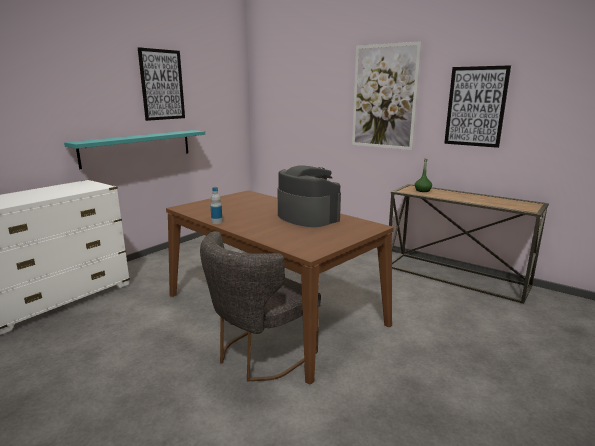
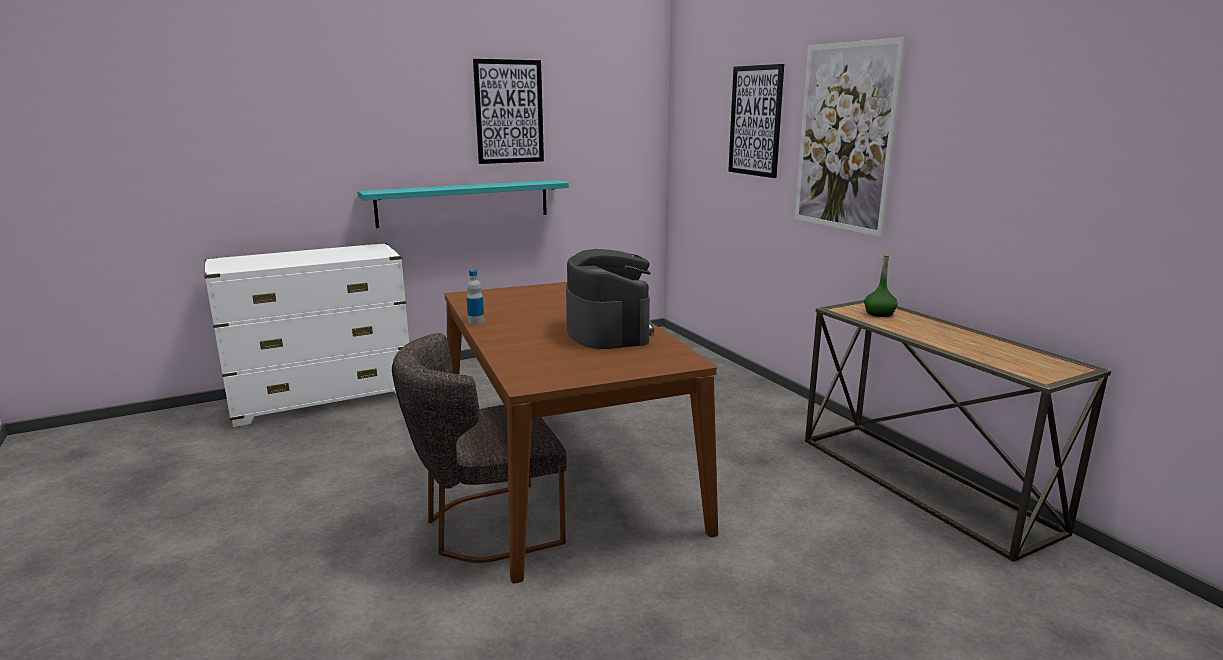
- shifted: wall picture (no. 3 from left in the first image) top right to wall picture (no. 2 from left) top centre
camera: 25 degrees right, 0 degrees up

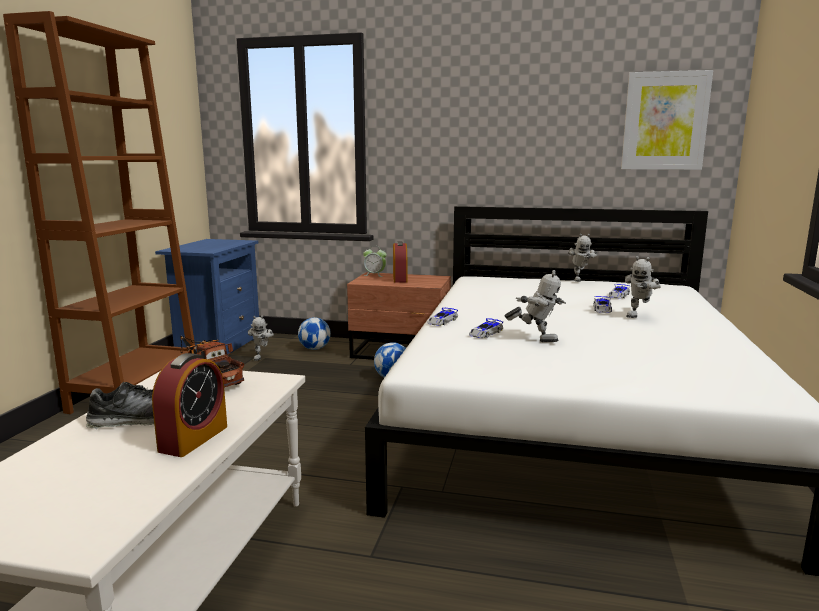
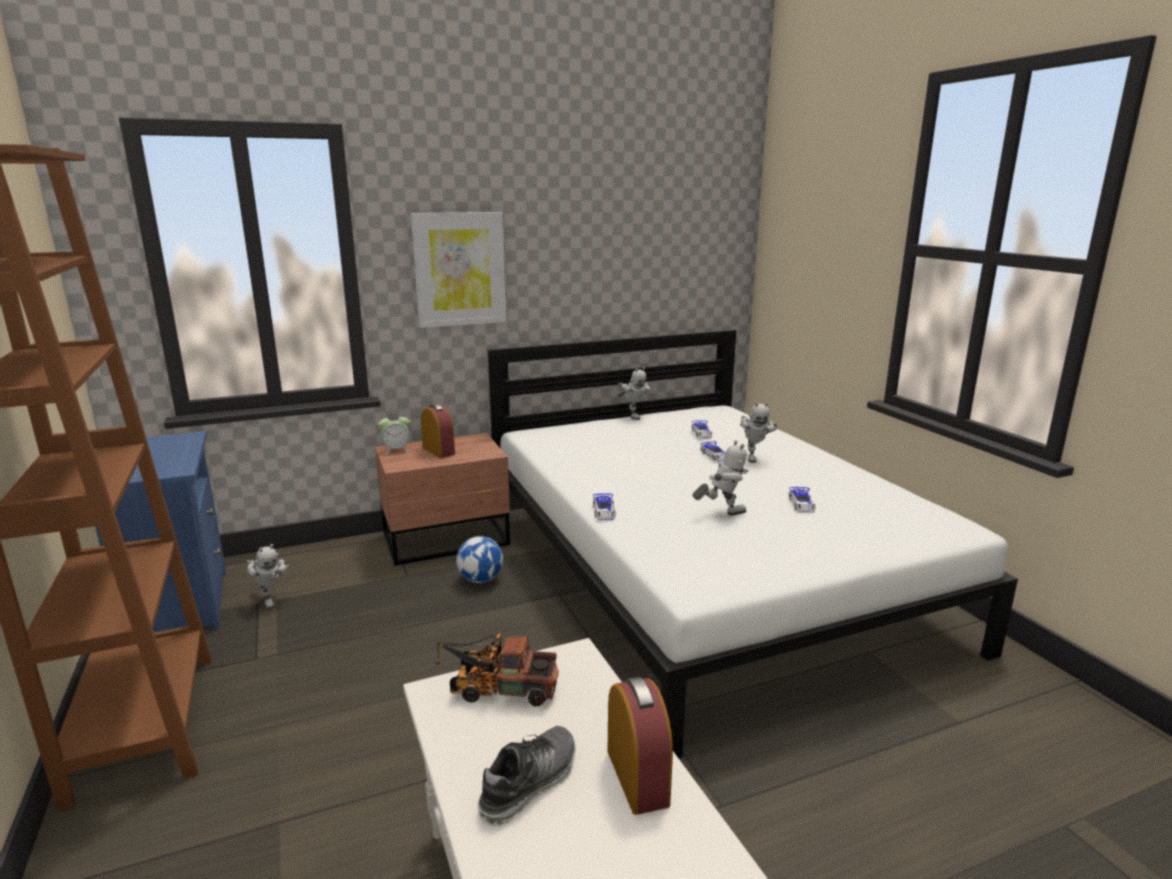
- gone: football (no. 1 from left) centre
- shifted: miniature car (no. 2 from left in the first image) centre to miniature car (no. 4 from left) middle right
- shifted: wall picture top right to top centre
camera: 35 degrees left, 5 degrees up

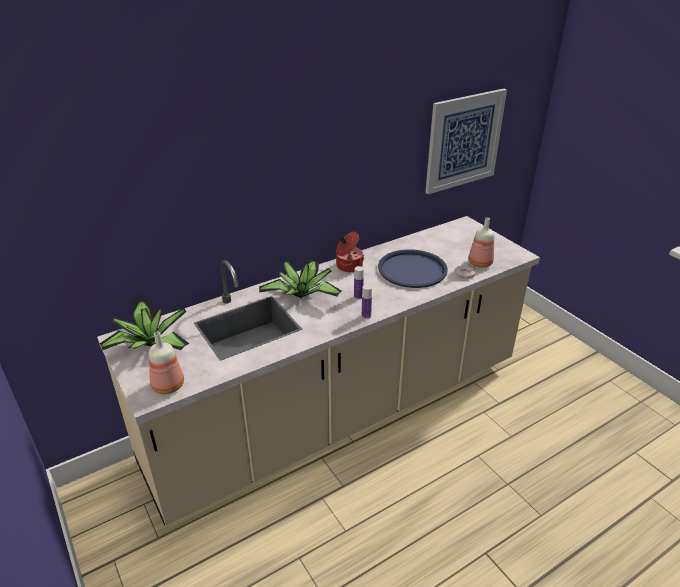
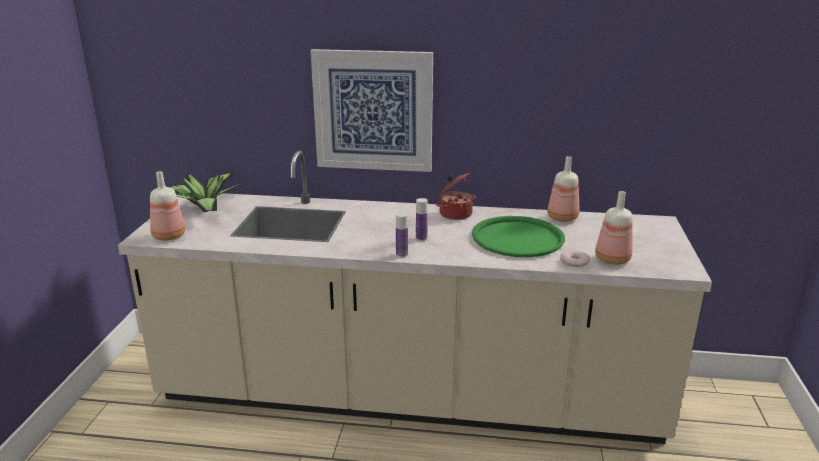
- gone: houseplant (no. 2 from left) centre
- new: beverage bottle (no. 4 from left) middle right
- shifted: wall picture top right to top centre
- repainted: bluish carrying tray centre to greenish carrying tray centre
camera: 40 degrees right, 10 degrees down

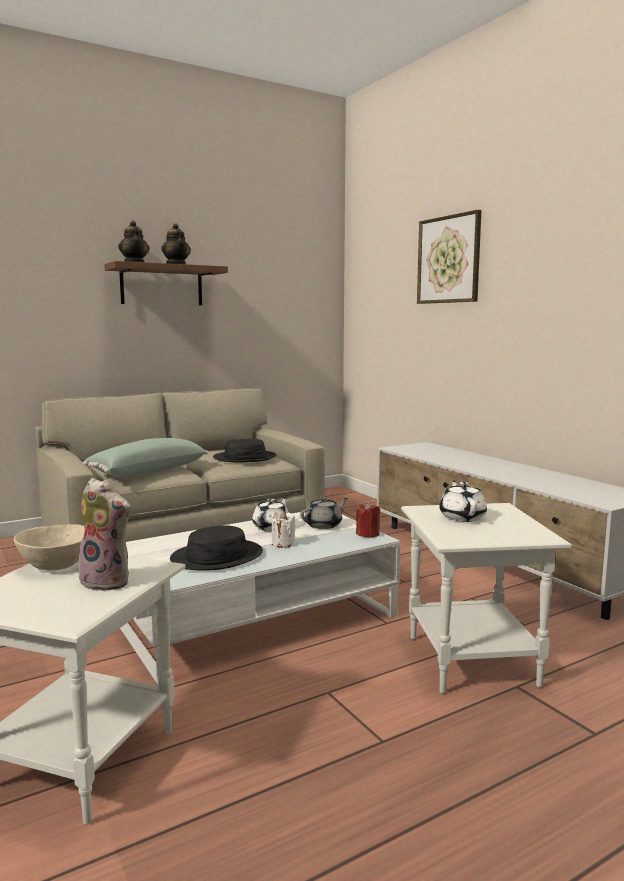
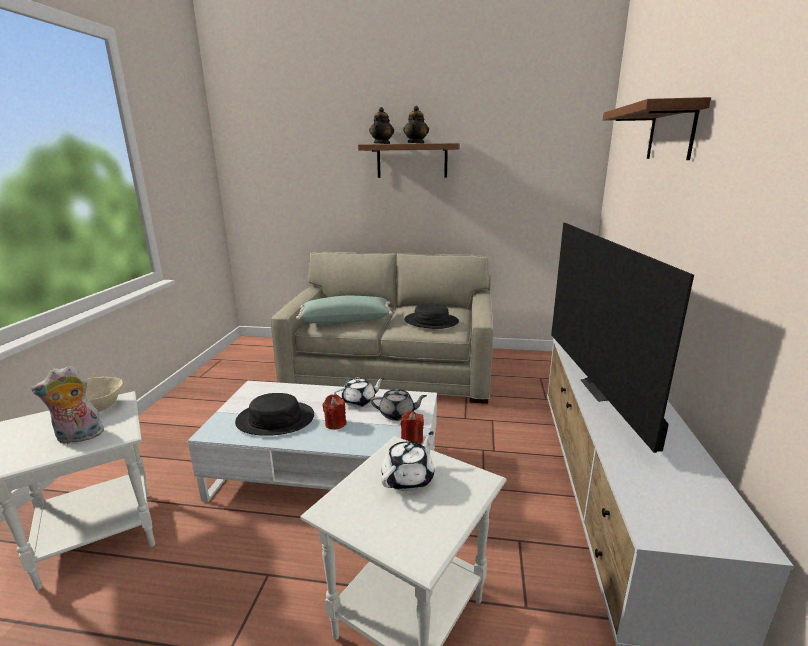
- new: TV middle right
- swapped: wall picture top right to brown bracket shelf (no. 2 from left) top right
- repainted: white wax candle centre to red wax candle (no. 1 from left) centre
- rotated: cuddly toy middle left = middle left 90 degrees clockwise
camera: 40 degrees right, 10 degrees up

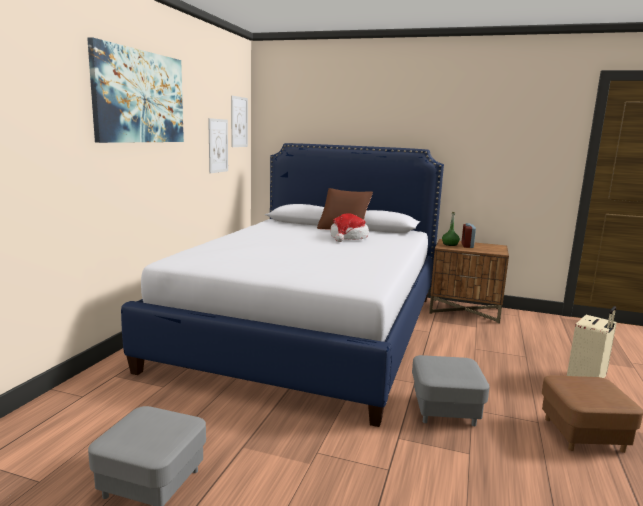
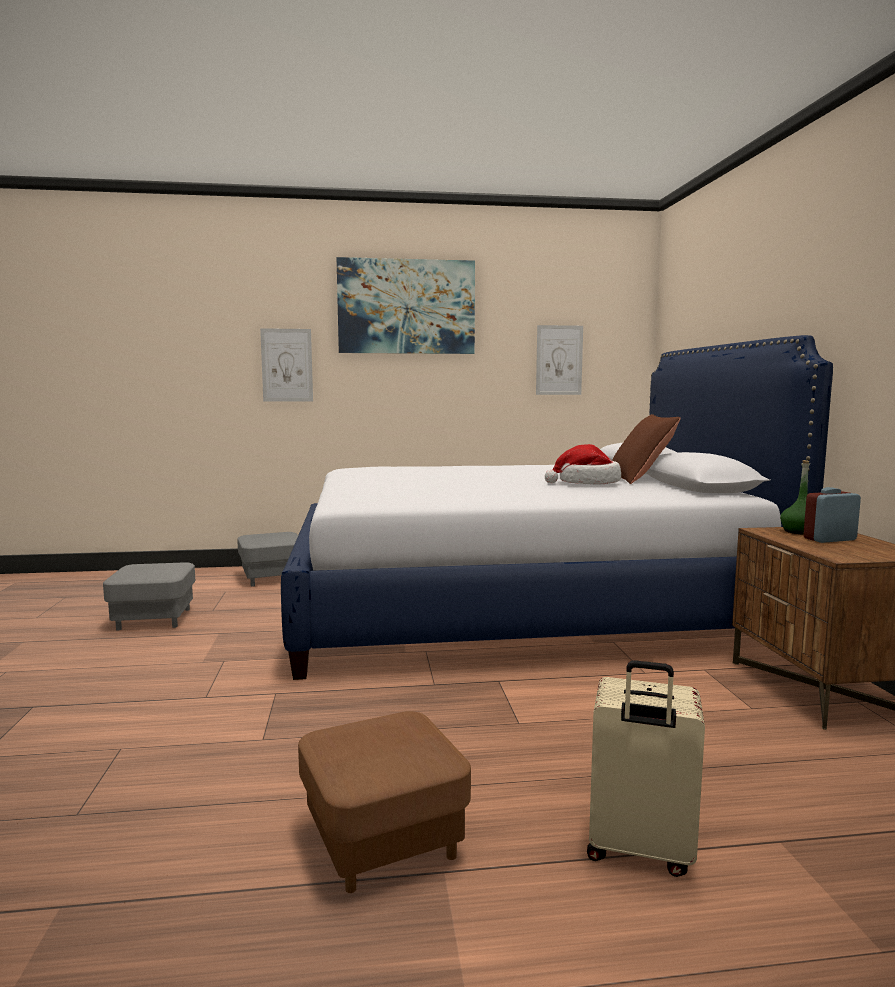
- shifted: wall picture (no. 3 from left in the first image) top centre to wall picture (no. 1 from left) middle left
- shifted: greyish footrest (no. 2 from left) bottom right to middle left
camera: 65 degrees right, 5 degrees down

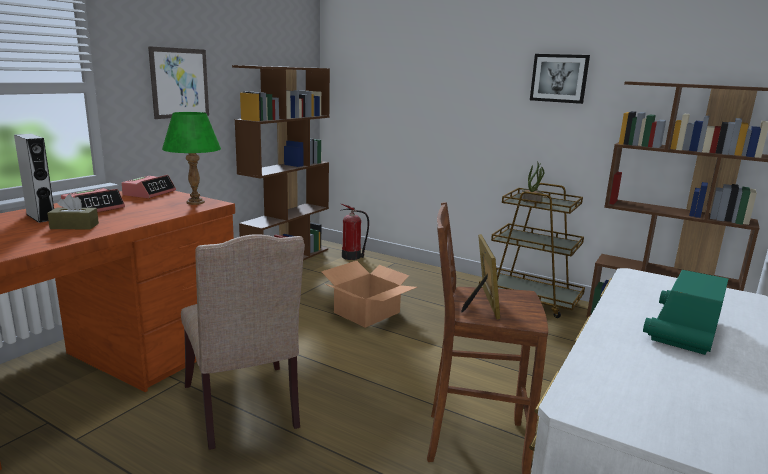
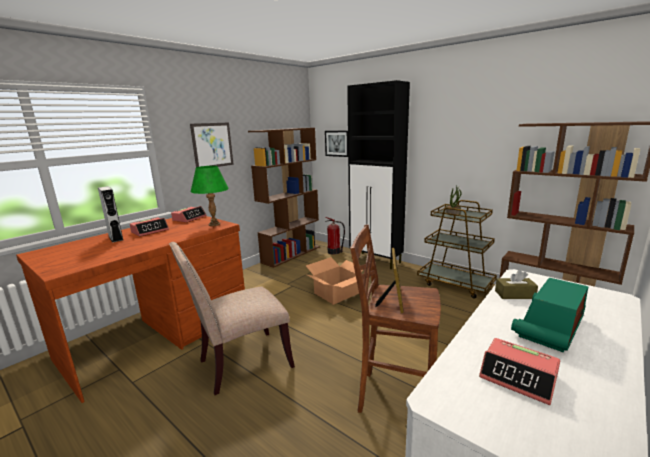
- new: blackish storage cabinet centre
- new: alarm clock (no. 3 from left) bottom right
- shifted: brown box of tissues middle left to middle right
- shifted: wall picture (no. 2 from left) top right to top centre
- rotated: beige upright chair bottom left = bottom centre 75 degrees clockwise
camera: 10 degrees right, 0 degrees up

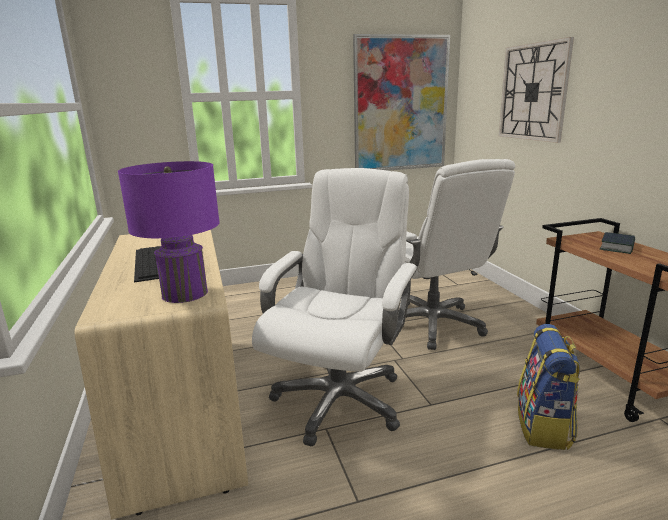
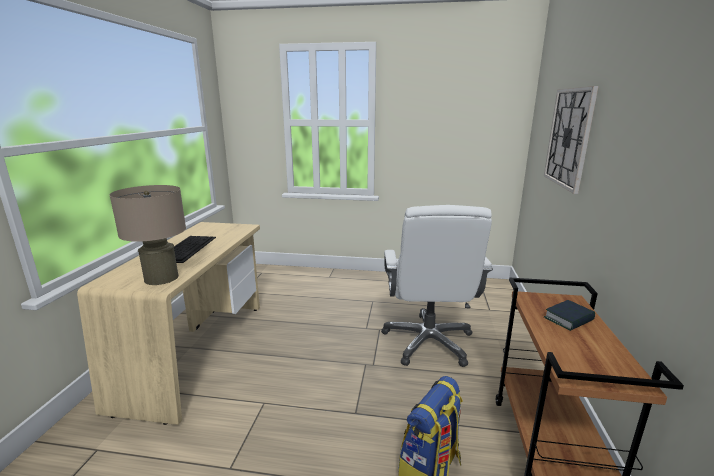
- gone: white computer chair (no. 1 from left) centre
- gone: wall picture top centre
- repainted: purplish table lamp middle left to beige table lamp middle left
camera: 25 degrees right, 0 degrees up

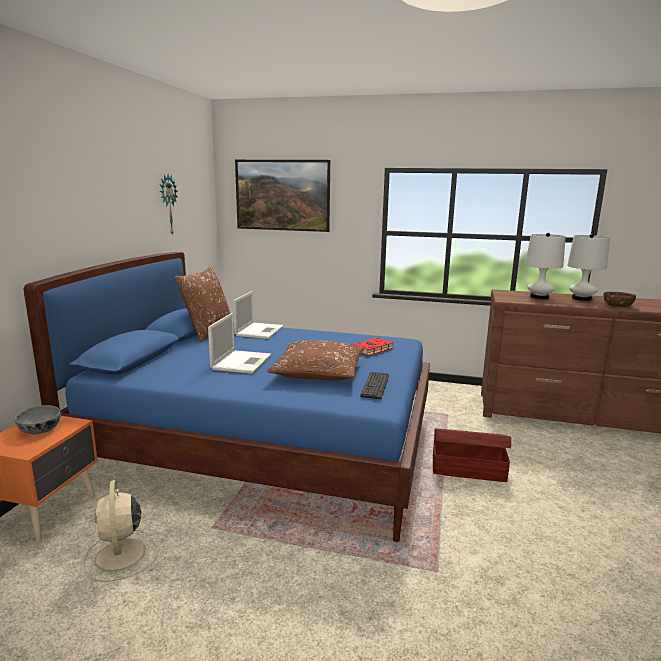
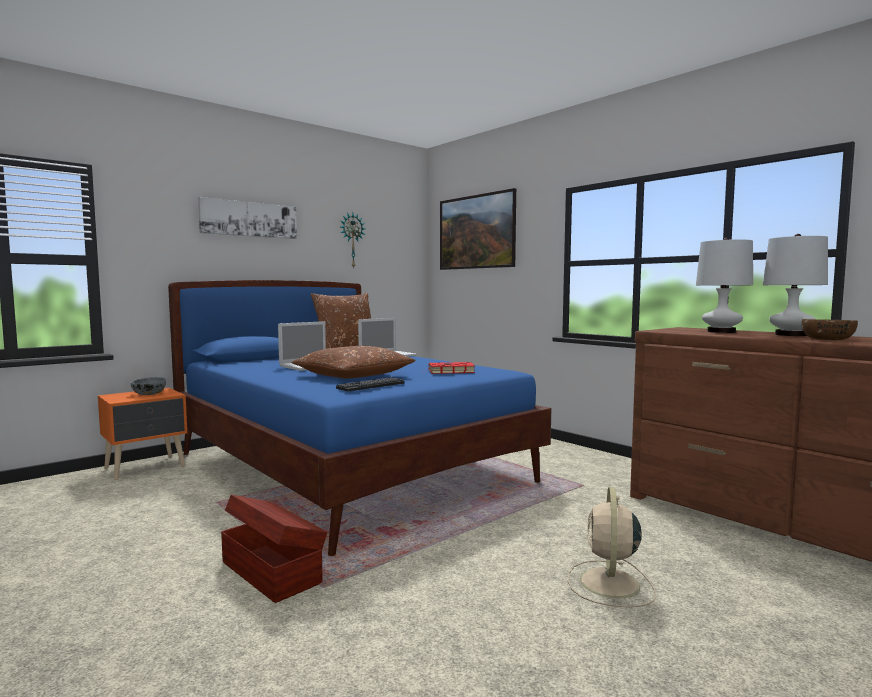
- new: wall picture (no. 1 from left) top left
- shifted: beige fan bottom left to bottom right
- shifted: brown storage container bottom right to bottom left
camera: 35 degrees right, 10 degrees down

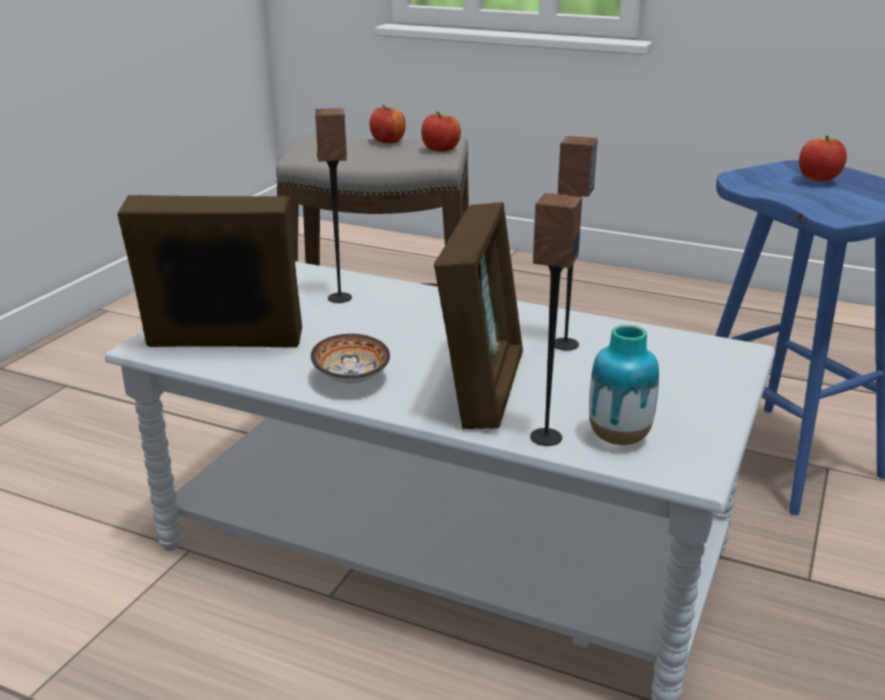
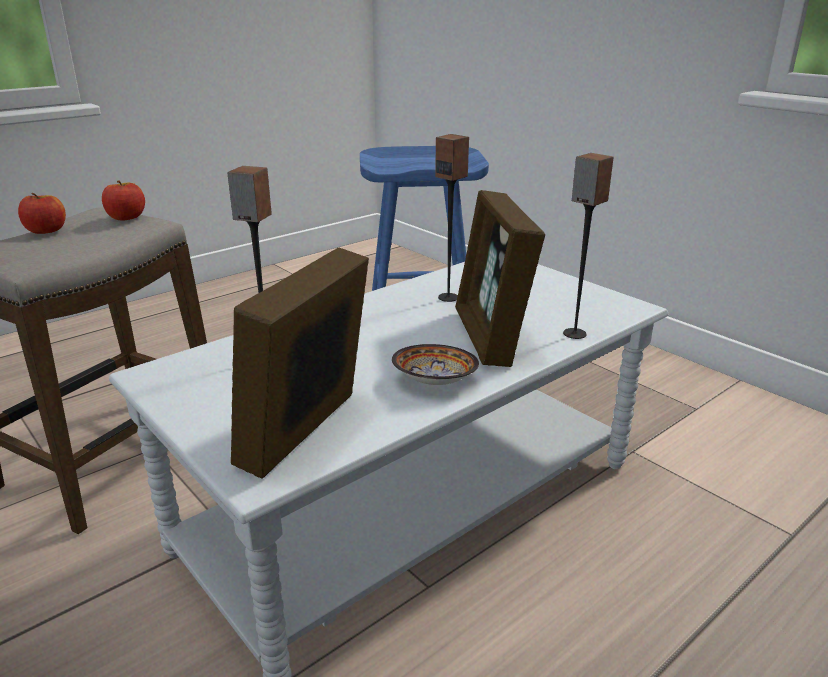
- gone: vase middle right
- gone: apple (no. 3 from left) top right
- rotated: photo frame (no. 2 from left) centre = centre 135 degrees counterclockwise
camera: 65 degrees left, 0 degrees up

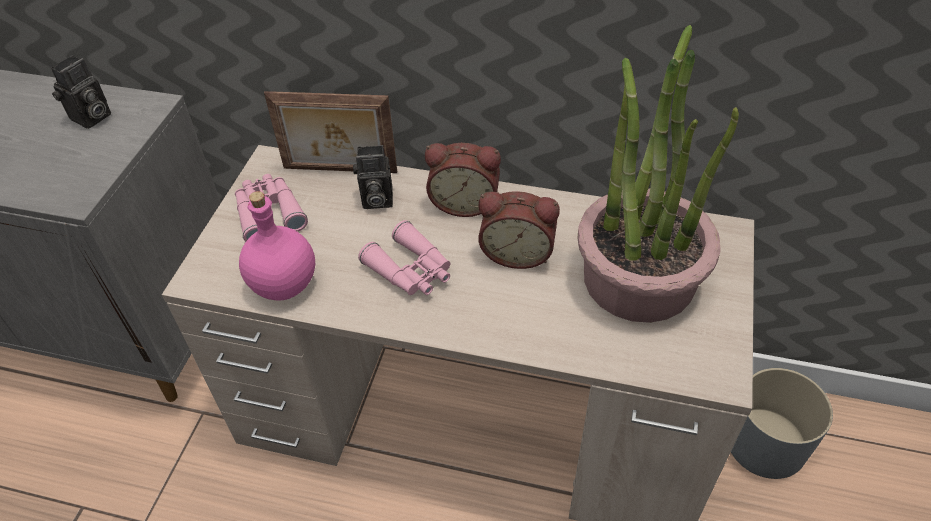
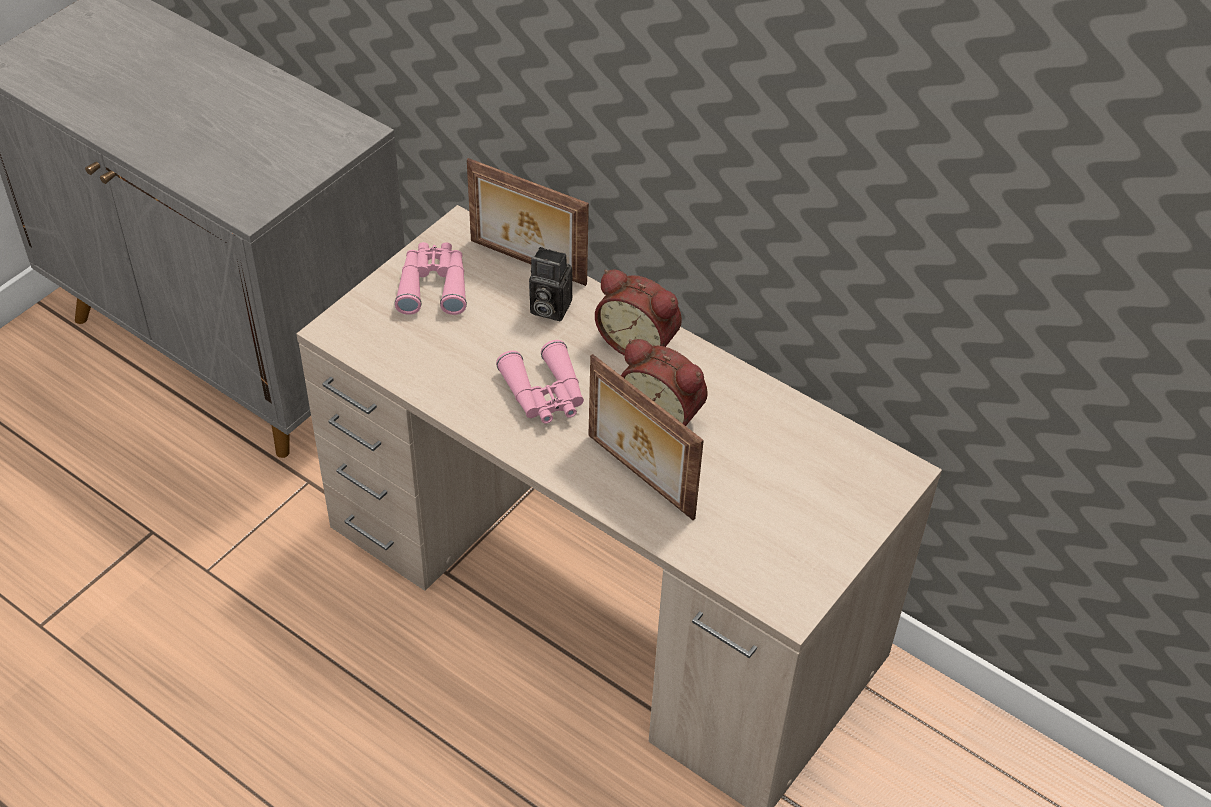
- gone: still camera (no. 1 from left) top left
- gone: pinkish beverage bottle middle left
- gone: houseplant middle right
- gone: greyish flower pot bottom right
- new: photo frame (no. 2 from left) centre
camera: 20 degrees right, 0 degrees up

